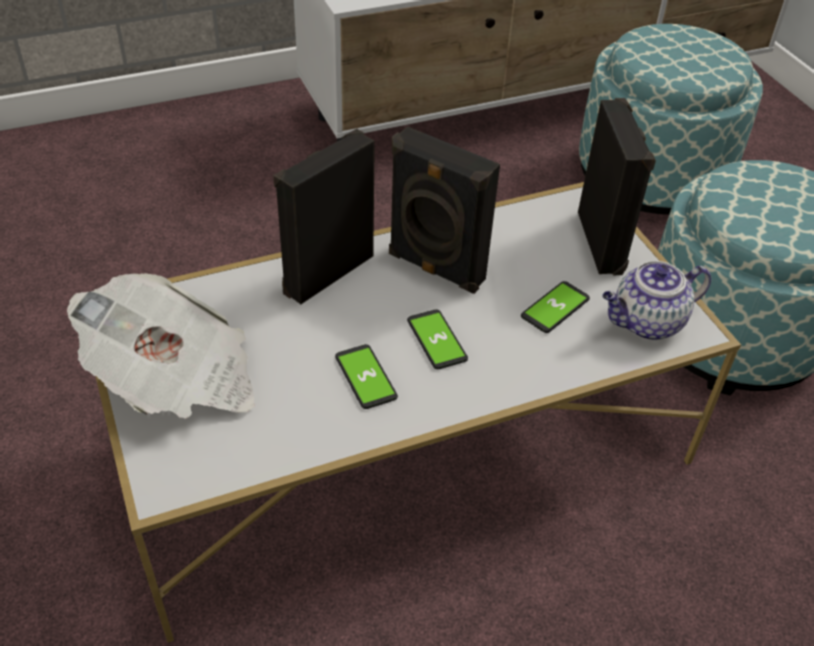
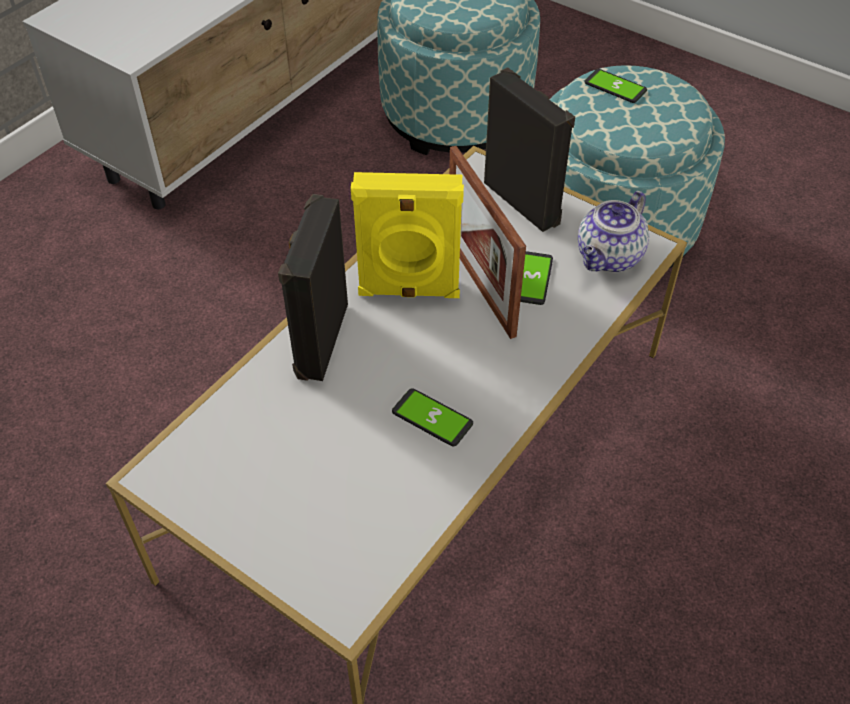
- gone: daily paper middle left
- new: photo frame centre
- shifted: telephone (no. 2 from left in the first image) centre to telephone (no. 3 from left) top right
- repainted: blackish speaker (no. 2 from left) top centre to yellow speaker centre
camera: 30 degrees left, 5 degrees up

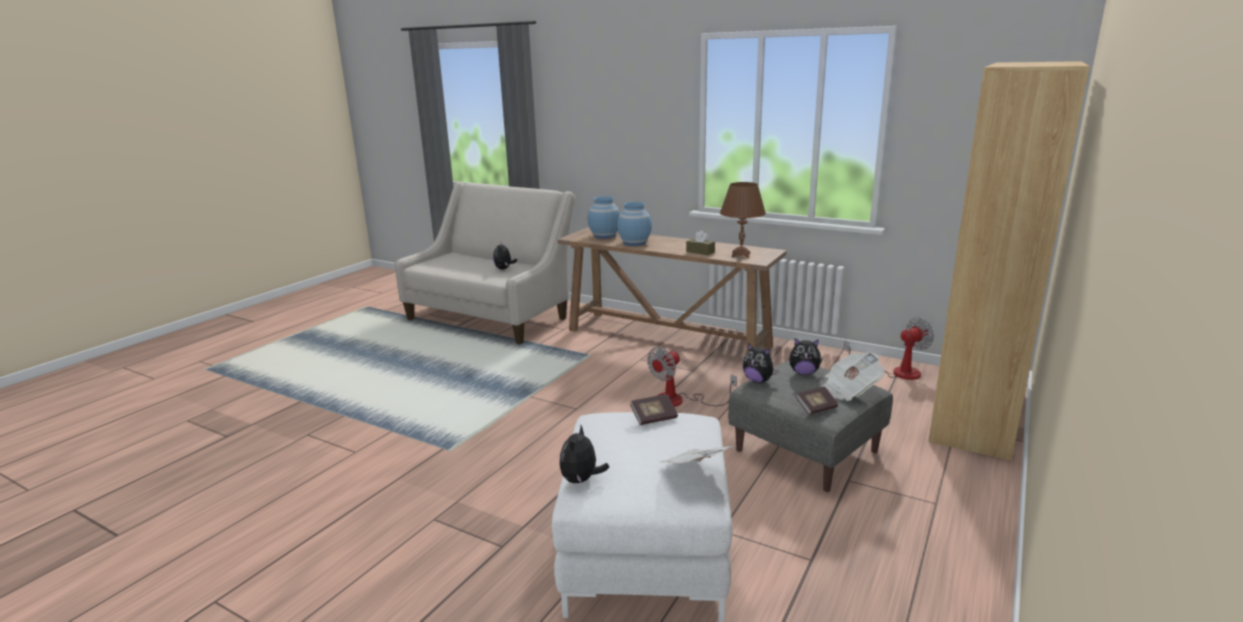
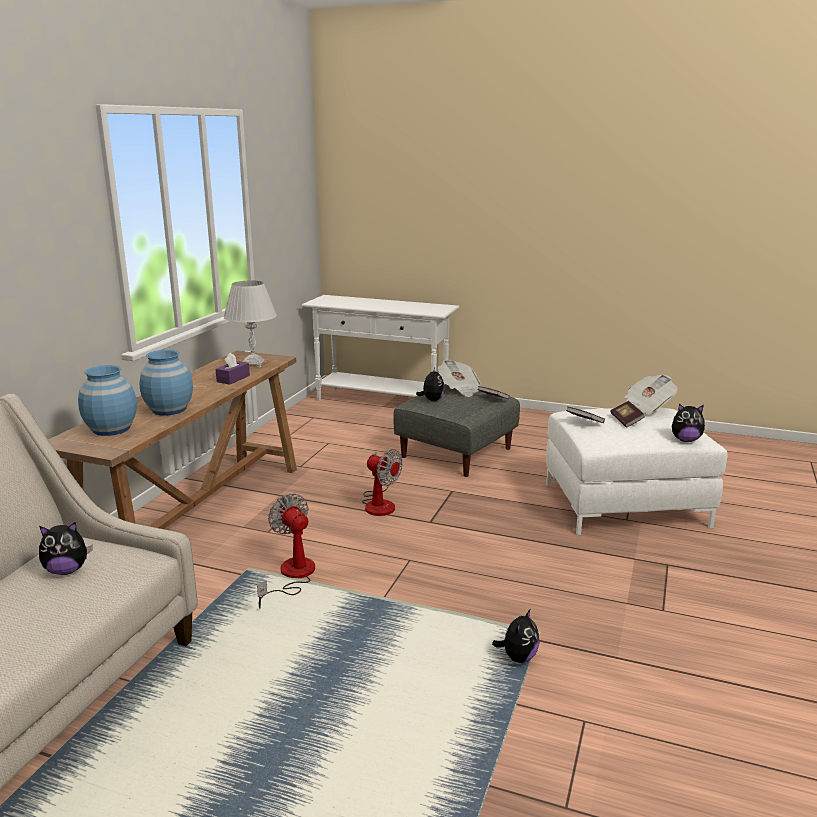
- new: bound book (no. 3 from left) middle right
- shifted: cuddly toy (no. 3 from left) centre to bottom centre
- shifted: fan (no. 2 from left in the first image) middle right to fan (no. 1 from left) bottom centre
- swapped: brown bookshelf middle right to white hall table centre
- repainted: brown box of tissues centre to purplish box of tissues middle left
- repainted: brown table lamp centre to white table lamp middle left
camera: 100 degrees left, 0 degrees up

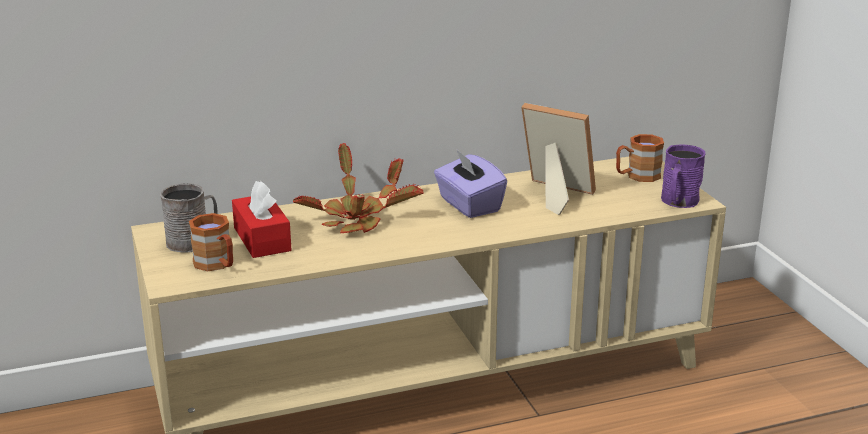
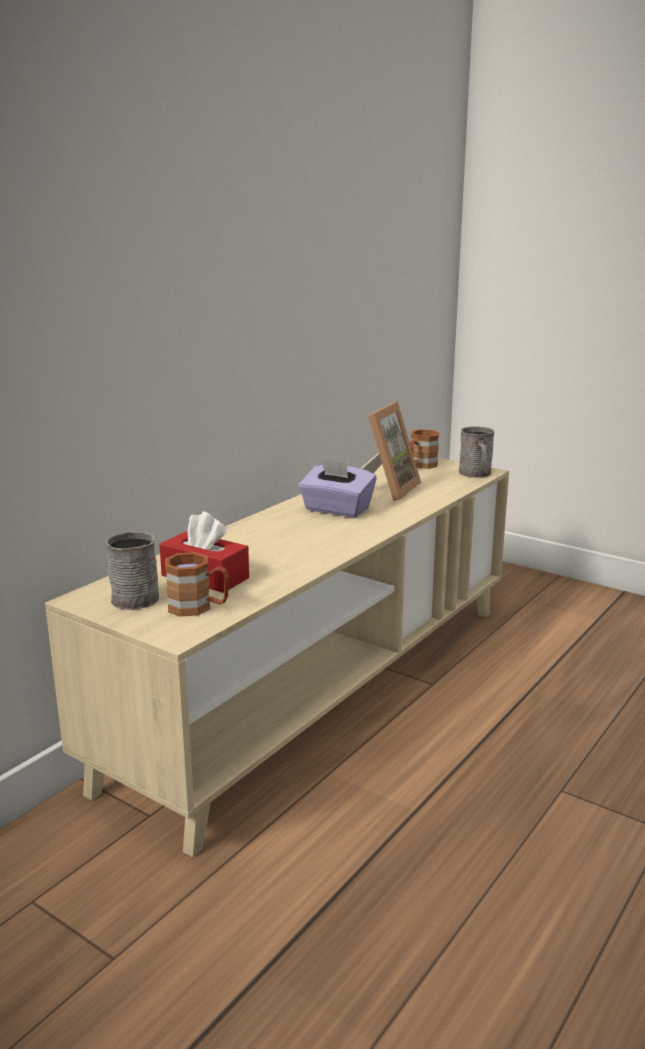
- gone: houseplant centre
- repainted: purplish tea mug middle right to greyish tea mug (no. 2 from left) middle right
- rotated: photo frame centre = centre 120 degrees clockwise
camera: 35 degrees left, 5 degrees down

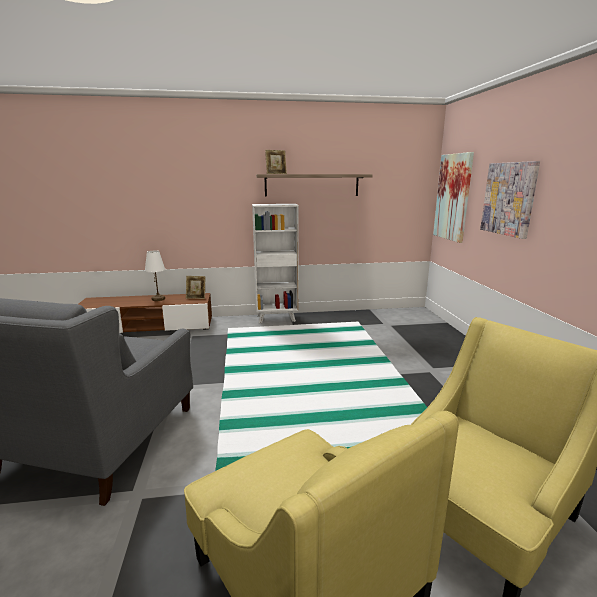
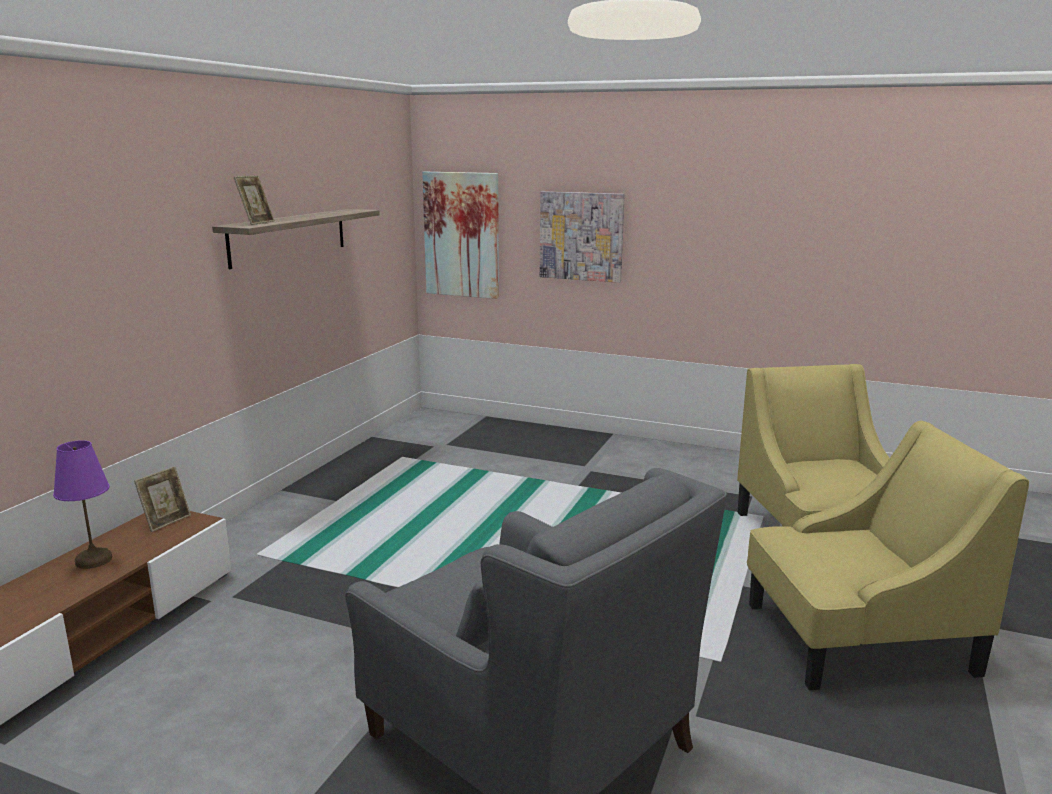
- gone: white bookshelf centre
- repainted: white table lamp middle left to purplish table lamp middle left
camera: 60 degrees left, 0 degrees up

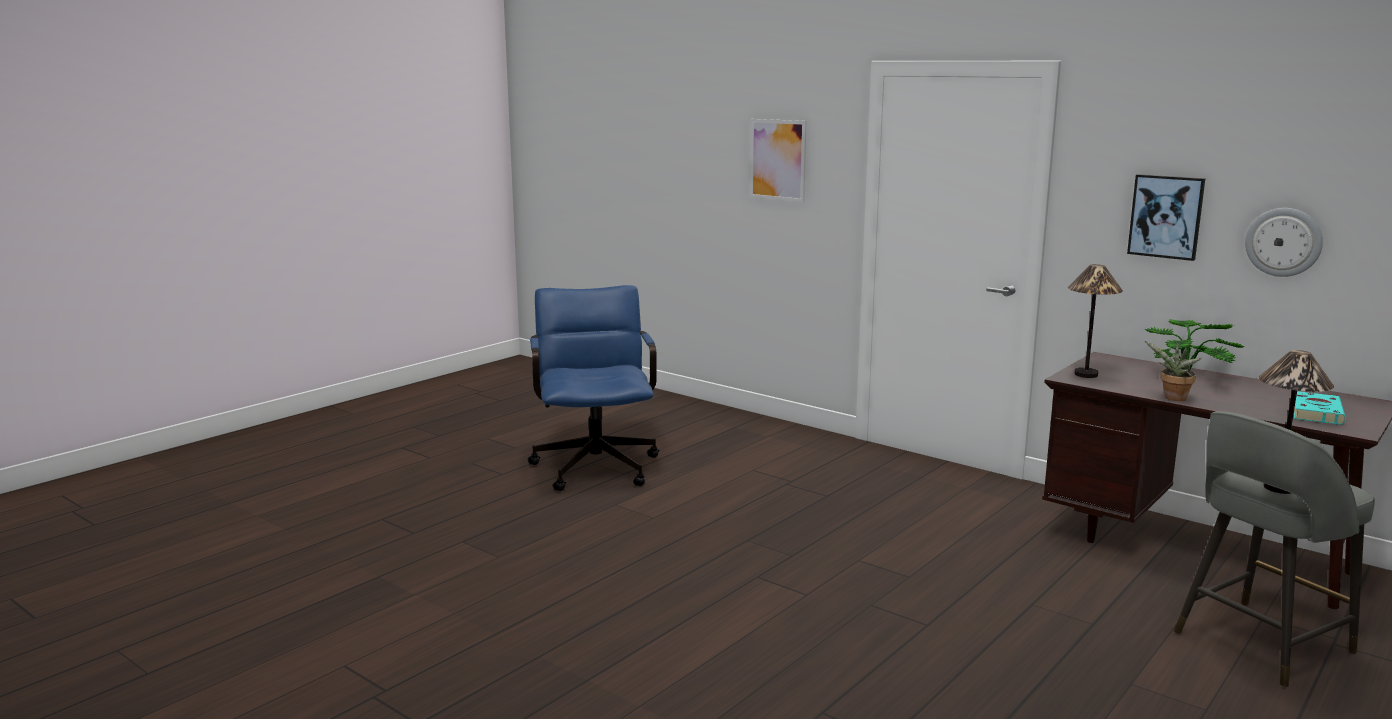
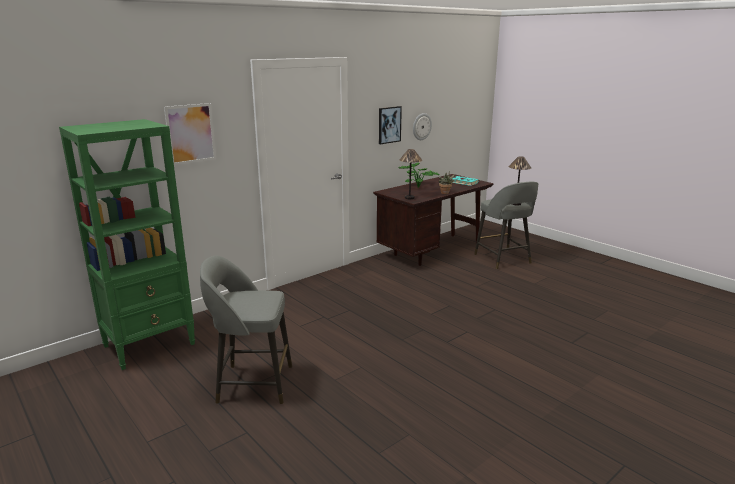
- new: greenish bookshelf middle left
- swapped: bluish computer chair centre to greyish stool seat (no. 1 from left) bottom centre
camera: 80 degrees left, 5 degrees up

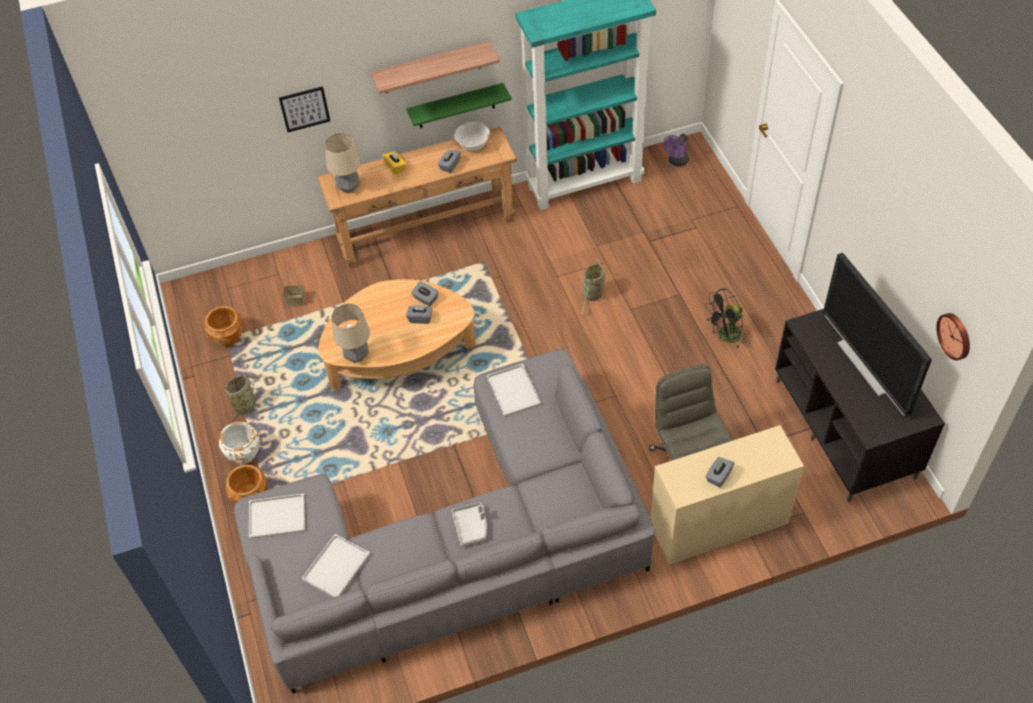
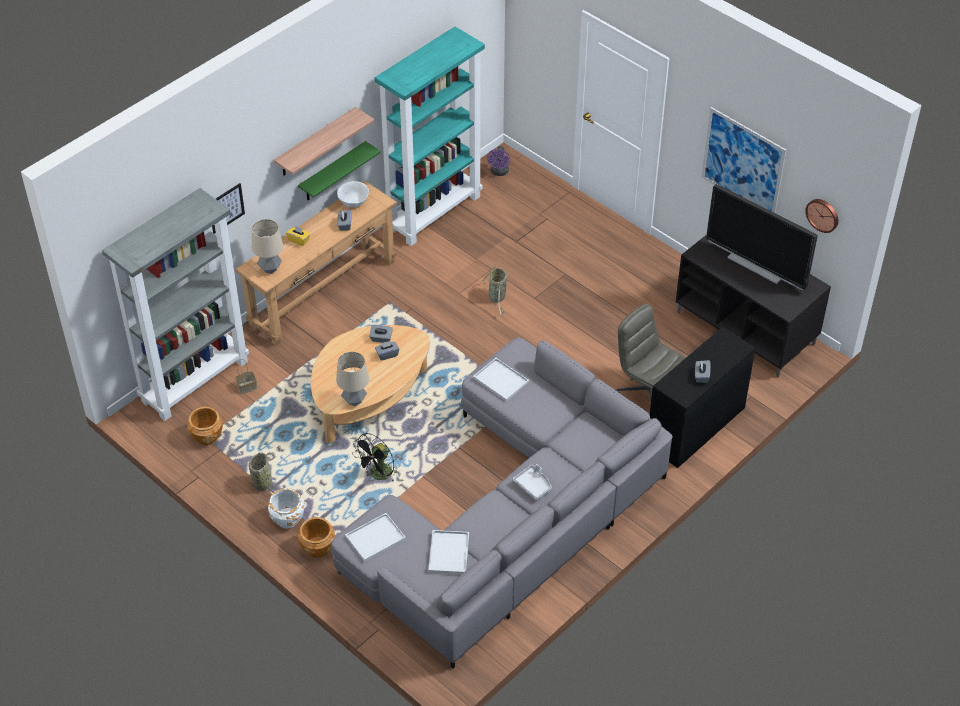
- new: greyish bookshelf middle left
- new: wall picture (no. 2 from left) top right
- shifted: blackish fan middle right to centre
- repainted: beige desk unit bottom right to blackish desk unit middle right
camera: 30 degrees left, 5 degrees down

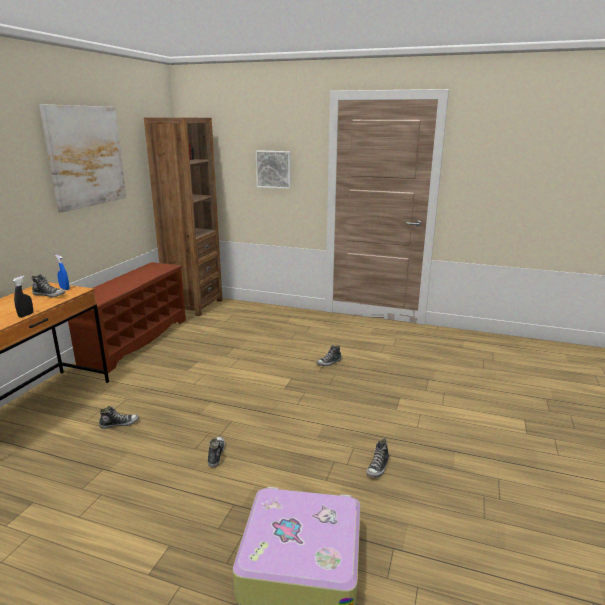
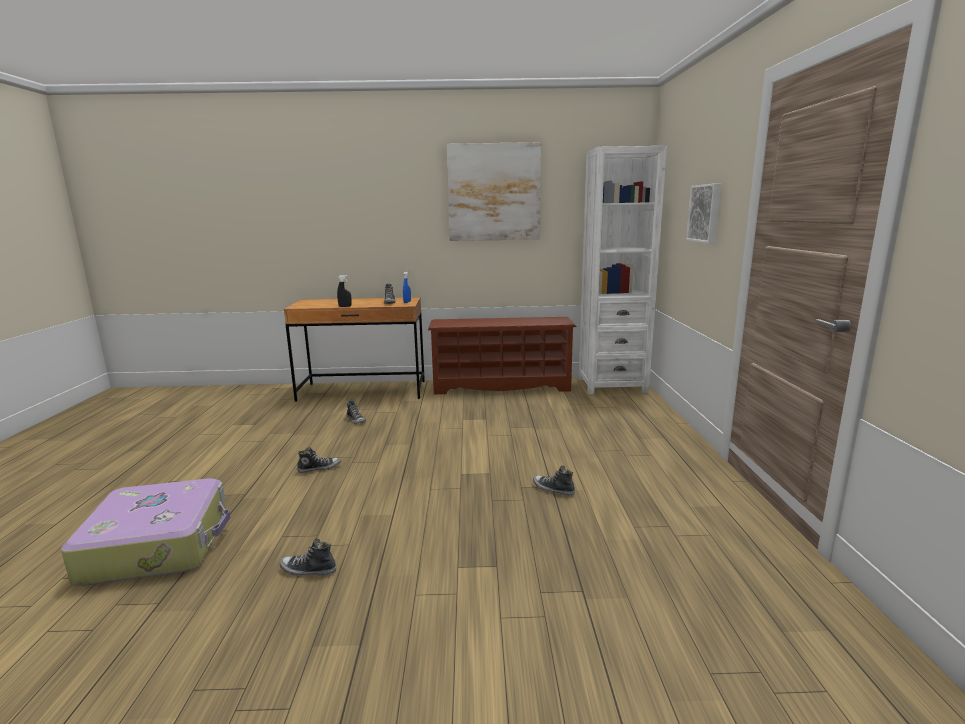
- repainted: brown bookshelf middle left to white bookshelf centre
camera: 70 degrees right, 5 degrees down

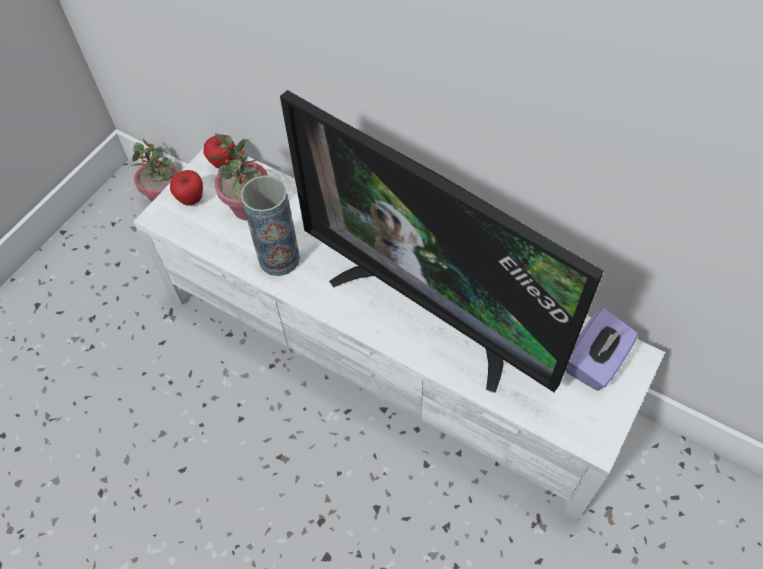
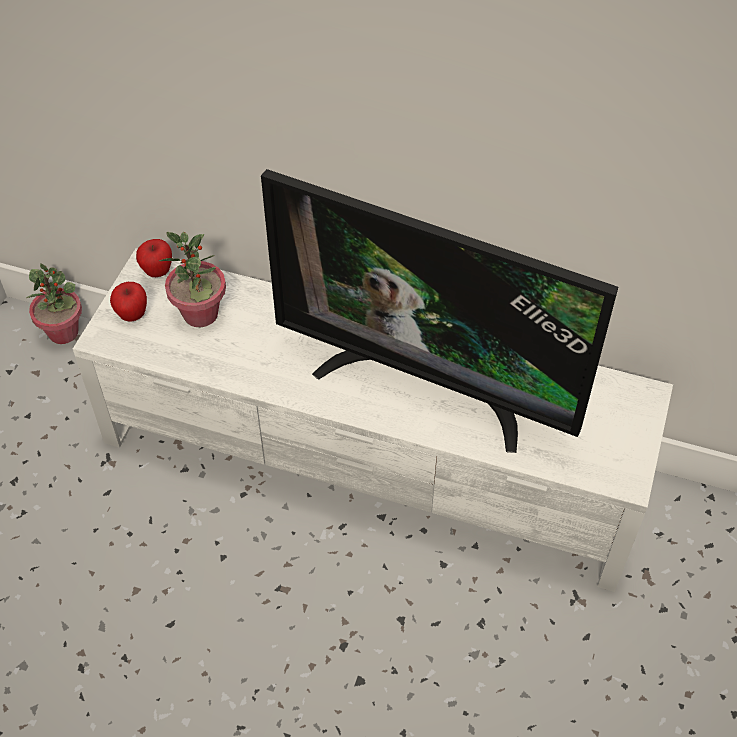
- gone: vase centre
- gone: purplish box of tissues middle right
camera: 15 degrees left, 5 degrees down

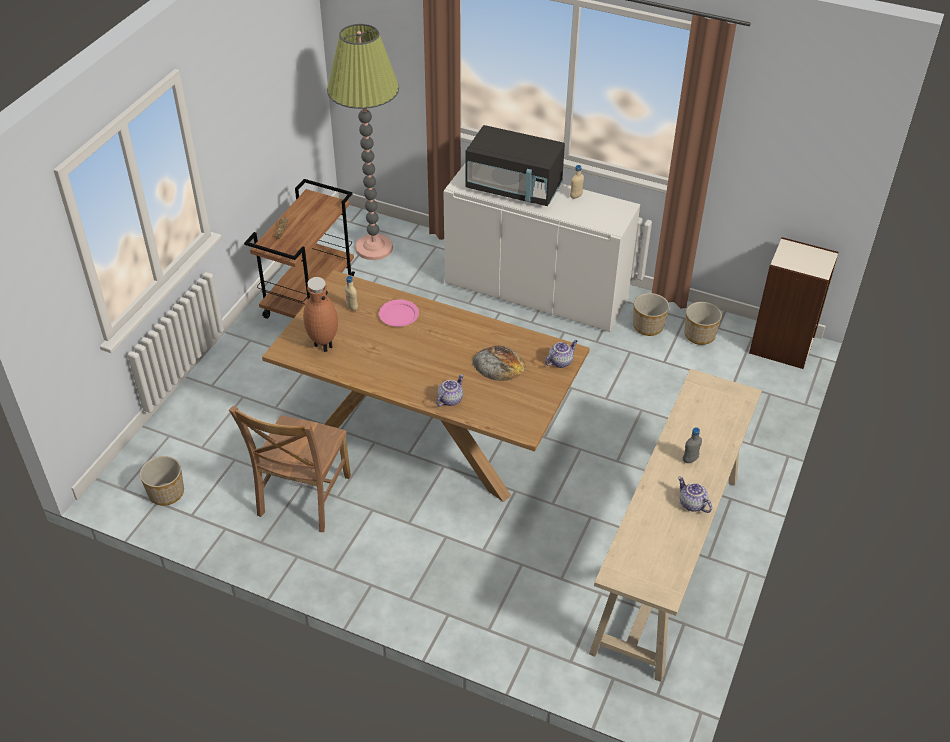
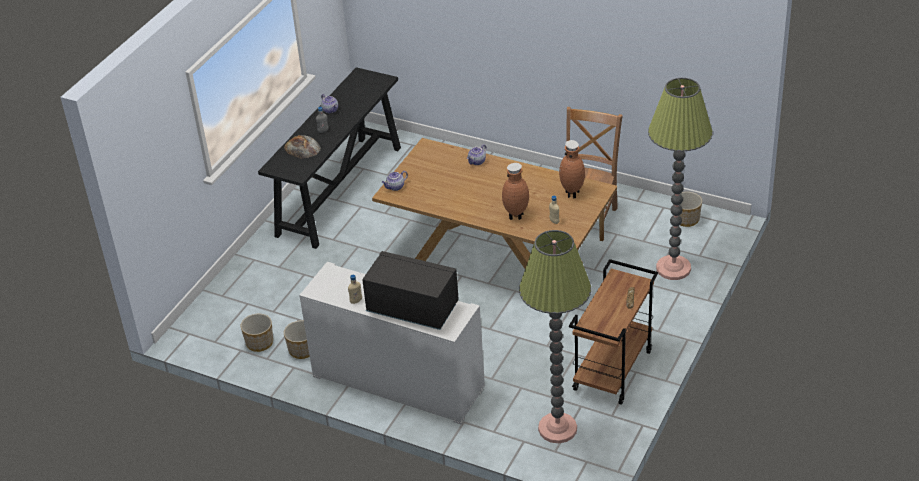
- gone: bookshelf middle right
- new: standard lamp (no. 2 from left) middle right
- shifted: bakery bread (no. 2 from left in the first image) centre to bakery bread (no. 1 from left) top left
- swapped: pinkish plate centre to brown vase (no. 1 from left) centre
- repainted: beige hall table bottom right to blackish hall table top centre
camera: 175 degrees left, 5 degrees down

